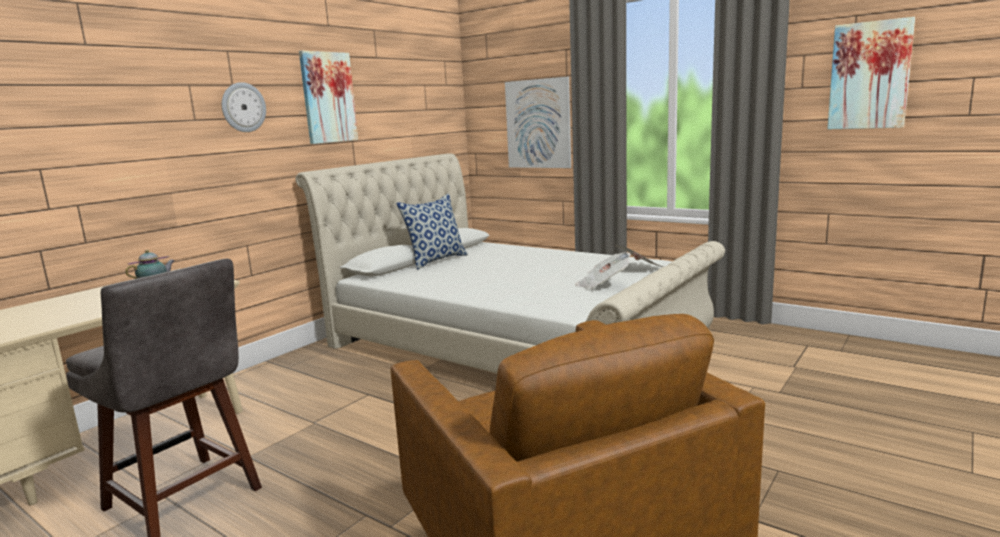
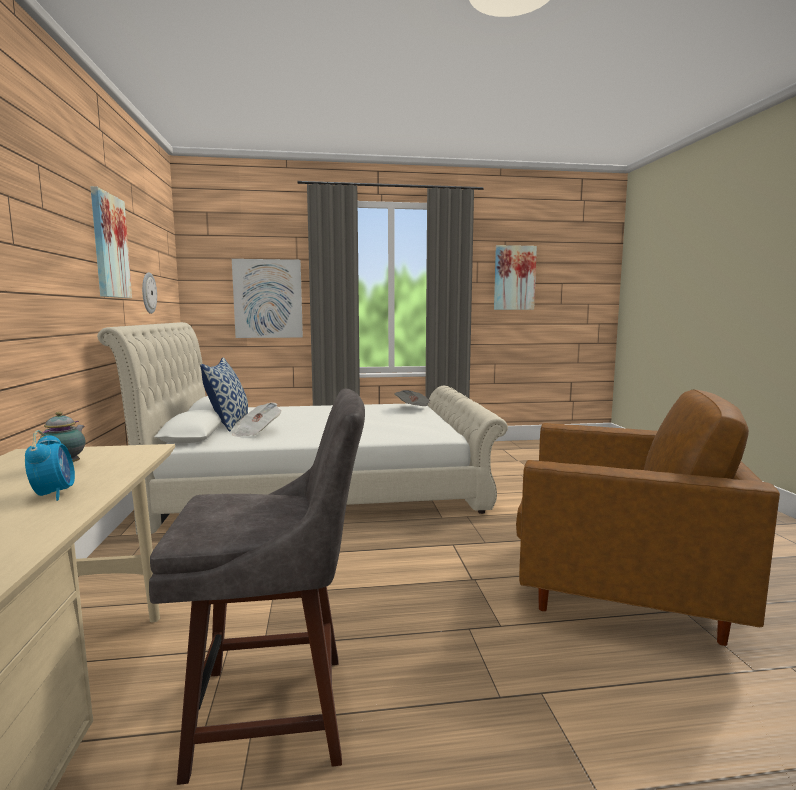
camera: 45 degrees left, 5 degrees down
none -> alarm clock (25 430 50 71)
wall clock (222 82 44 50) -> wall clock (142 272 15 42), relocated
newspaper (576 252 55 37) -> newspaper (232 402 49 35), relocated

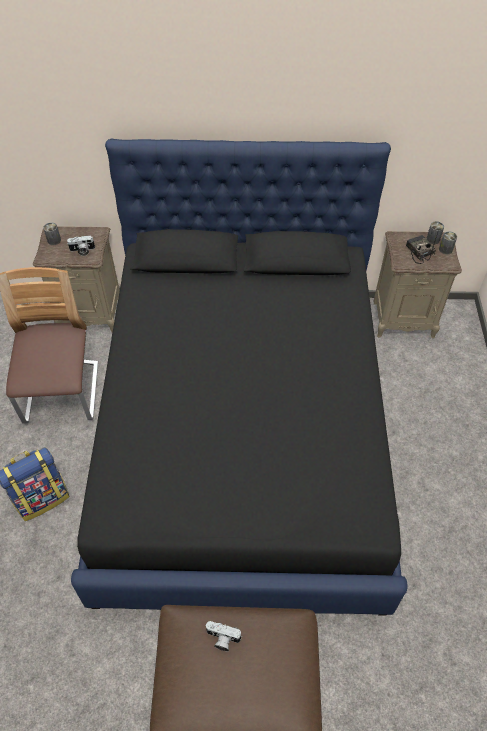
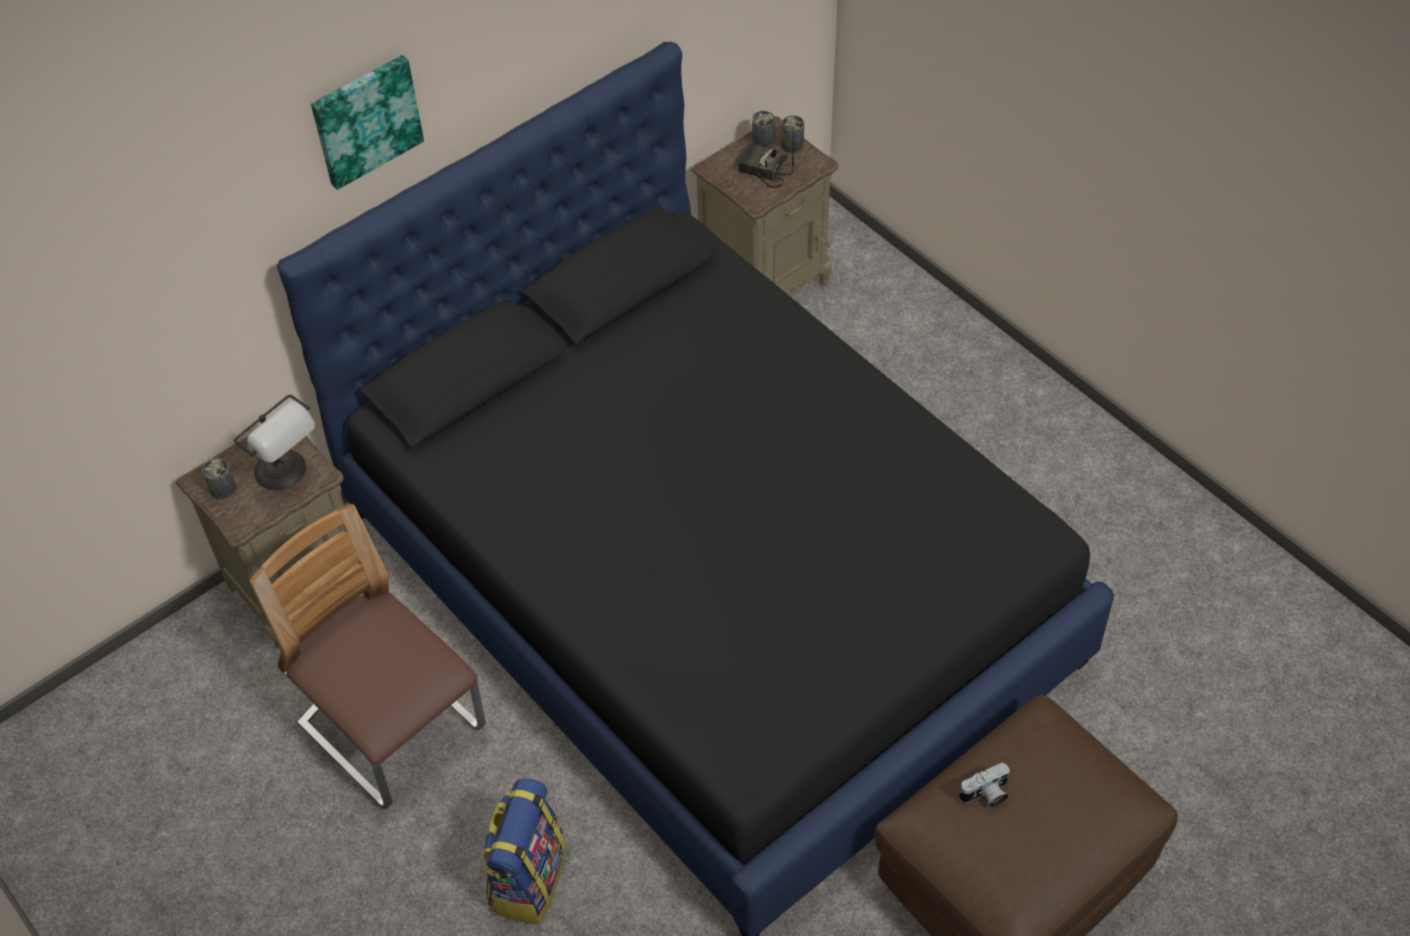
camera: 40 degrees left, 0 degrees up
photo camera (67 235 28 21) -> table lamp (234 395 81 95)
none -> picture (311 55 113 135)

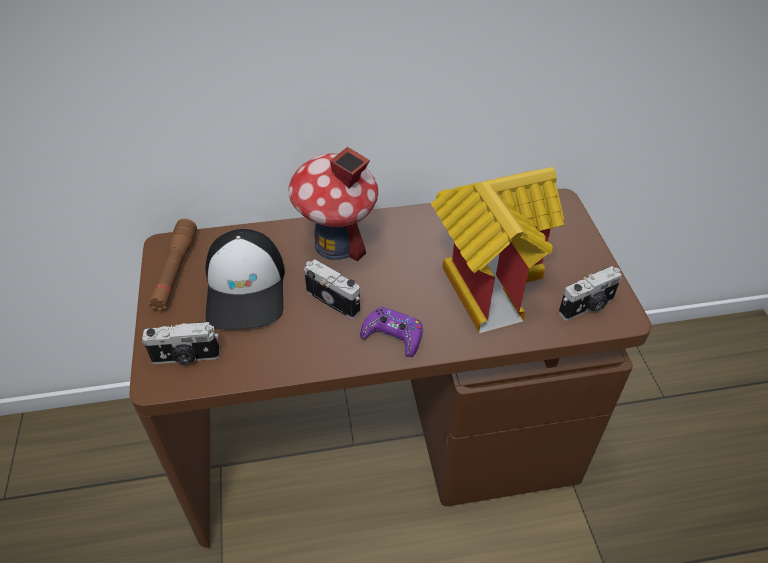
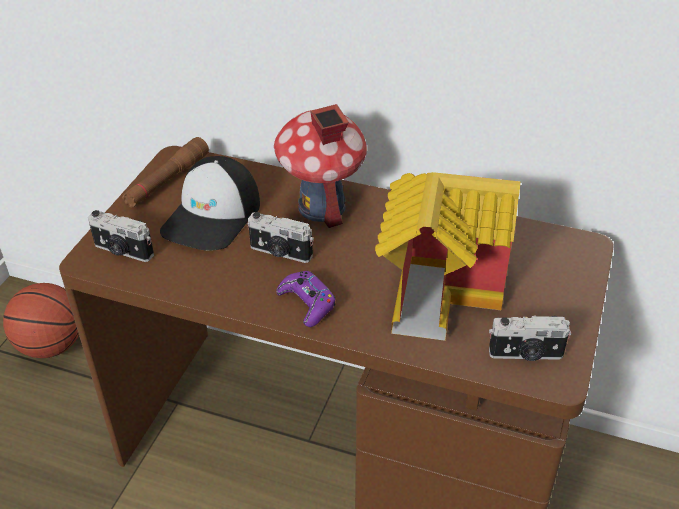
camera: 30 degrees right, 5 degrees down
none -> basketball (3 283 76 75)
photo camera (304 259 56 60) -> photo camera (248 212 66 51), 135 degrees clockwise

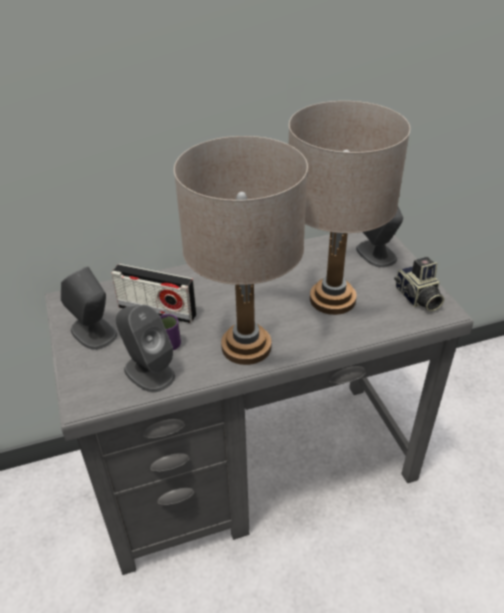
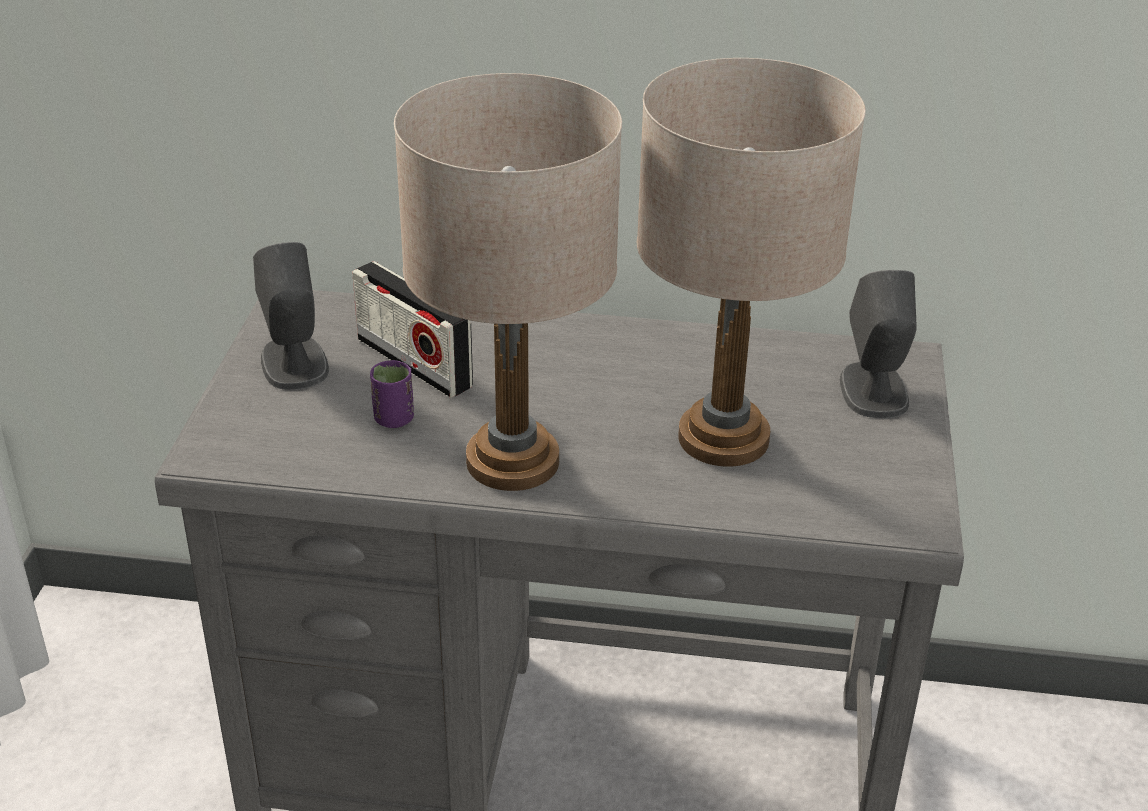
camera: 25 degrees right, 5 degrees down
grey speaker (116 305 59 87) -> none
photo camera (394 257 50 54) -> none

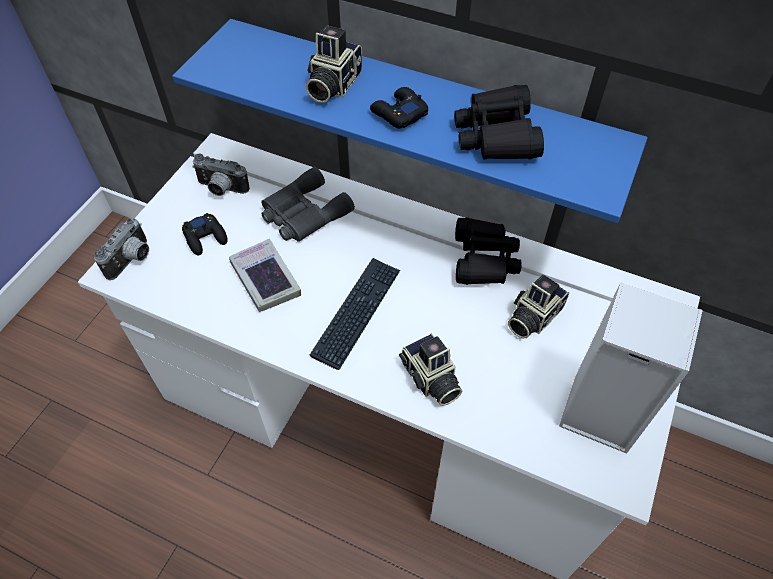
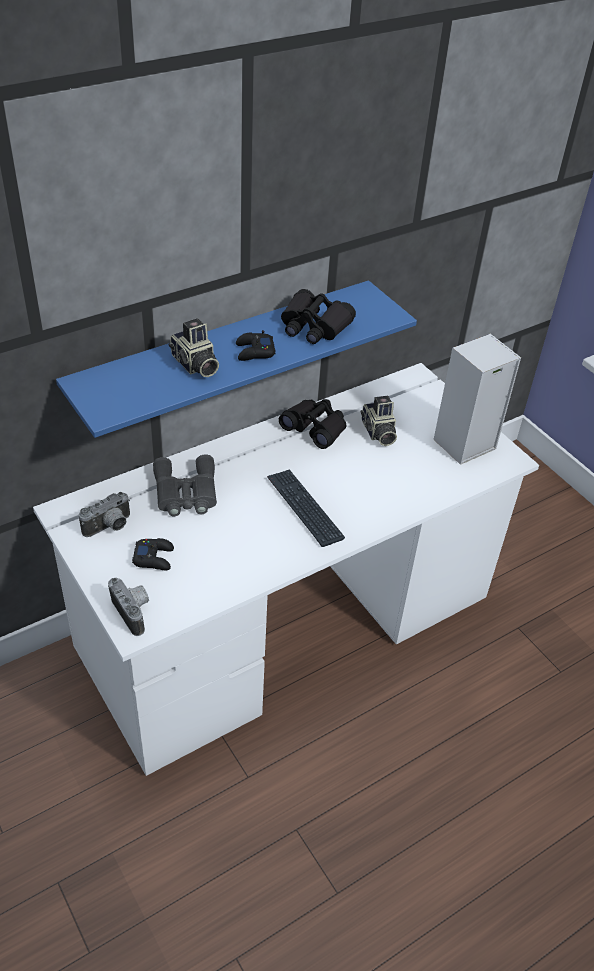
camera: 60 degrees left, 10 degrees down
book (229 239 72 73) -> none
photo camera (399 334 63 72) -> none

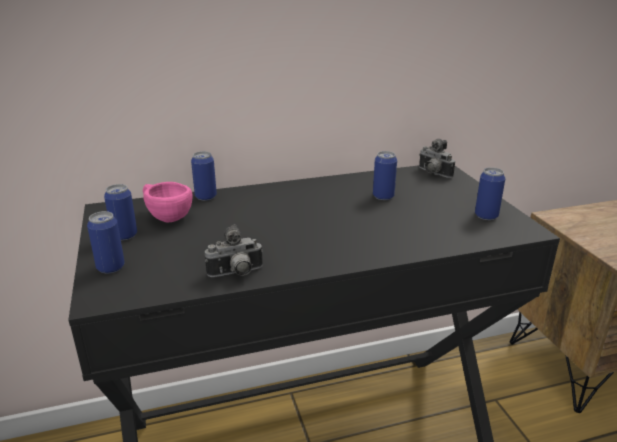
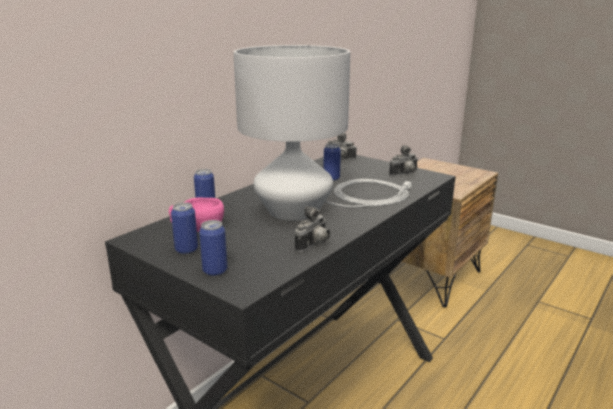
camera: 35 degrees left, 5 degrees down
none -> white table lamp (234 45 178 176)
can (475 167 30 53) -> photo camera (389 145 29 31)

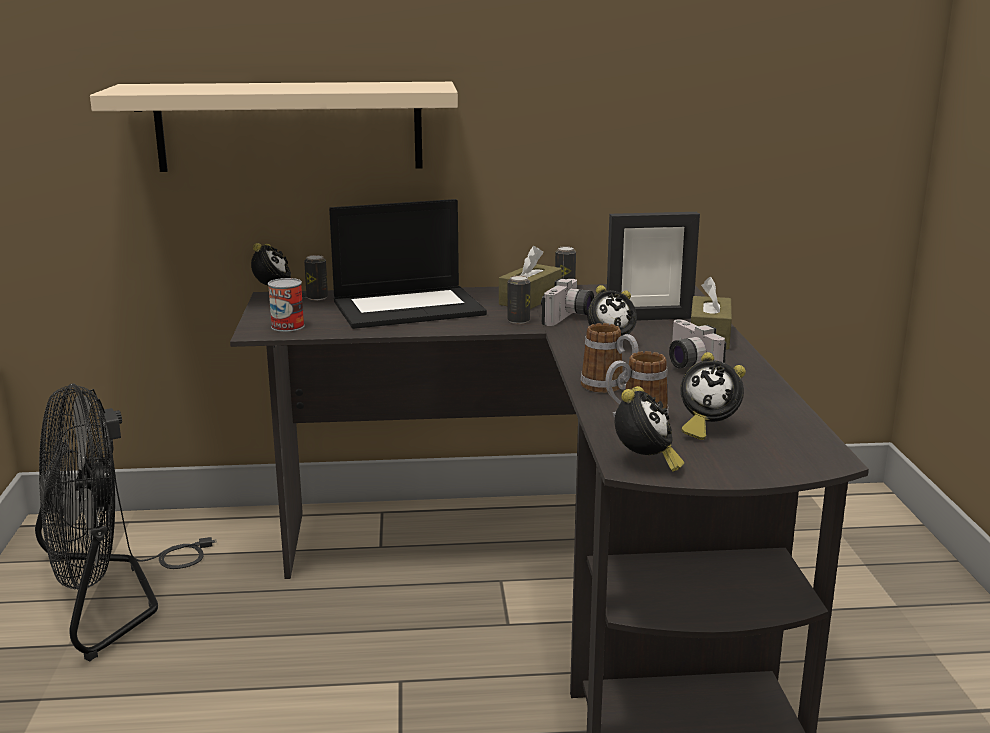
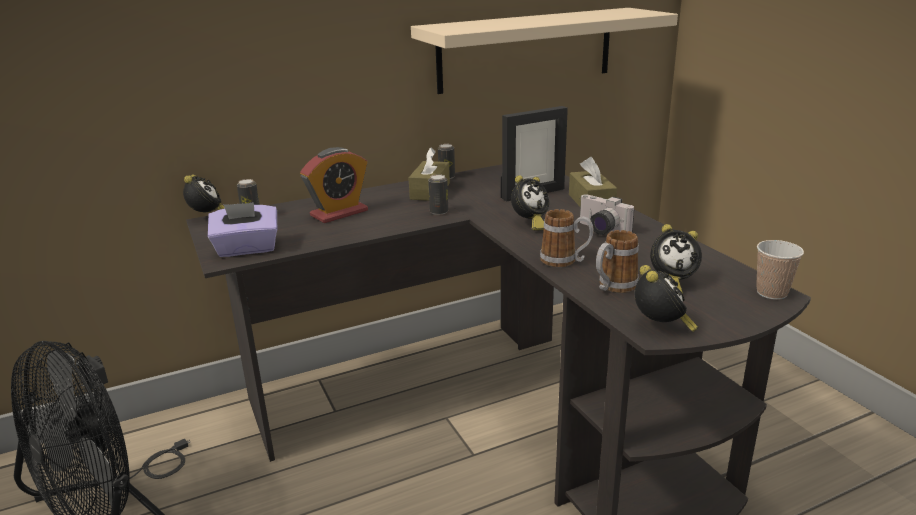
camera: 20 degrees left, 5 degrees up
can (268 278 36 54) -> purple tissue box (208 202 69 55)
laptop (329 199 158 130) -> alarm clock (300 147 68 76)
beige shelf (90 82 368 90) -> beige shelf (411 8 267 86), relocated
none -> cup (756 240 48 60)
photo camera (541 278 53 48) -> none

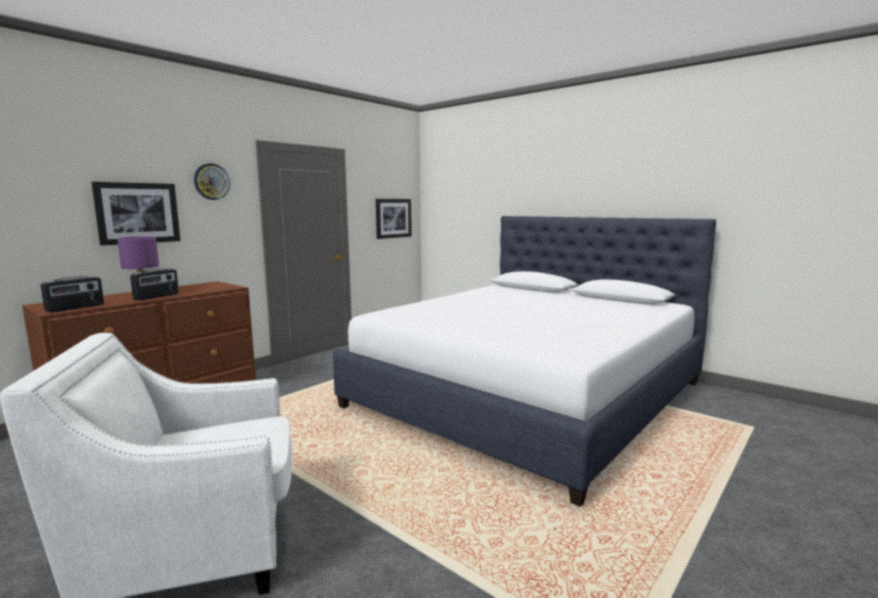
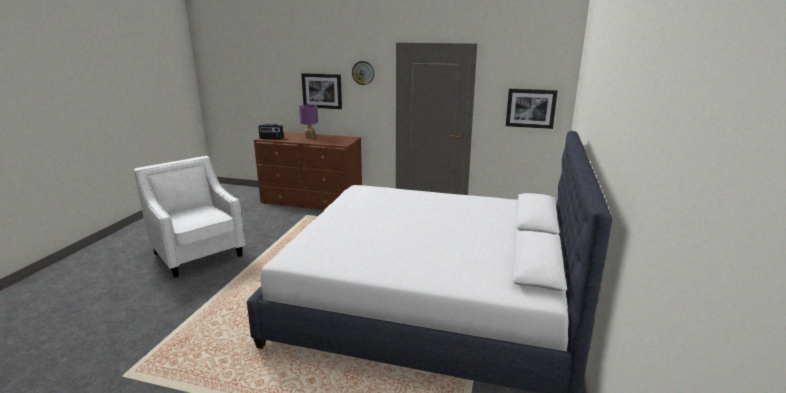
camera: 65 degrees right, 10 degrees up
radio (130 269 49 31) -> none

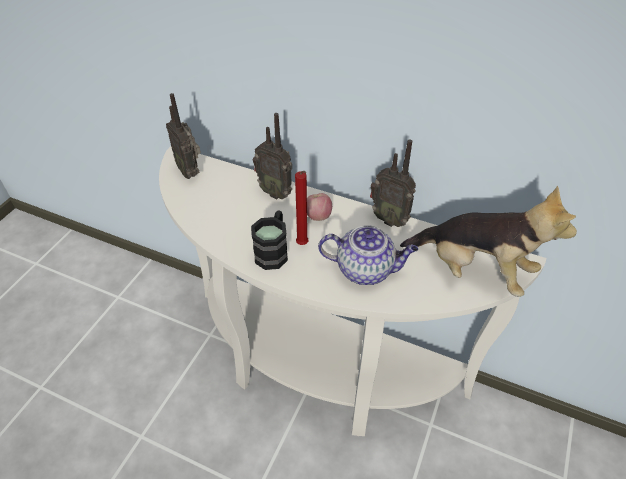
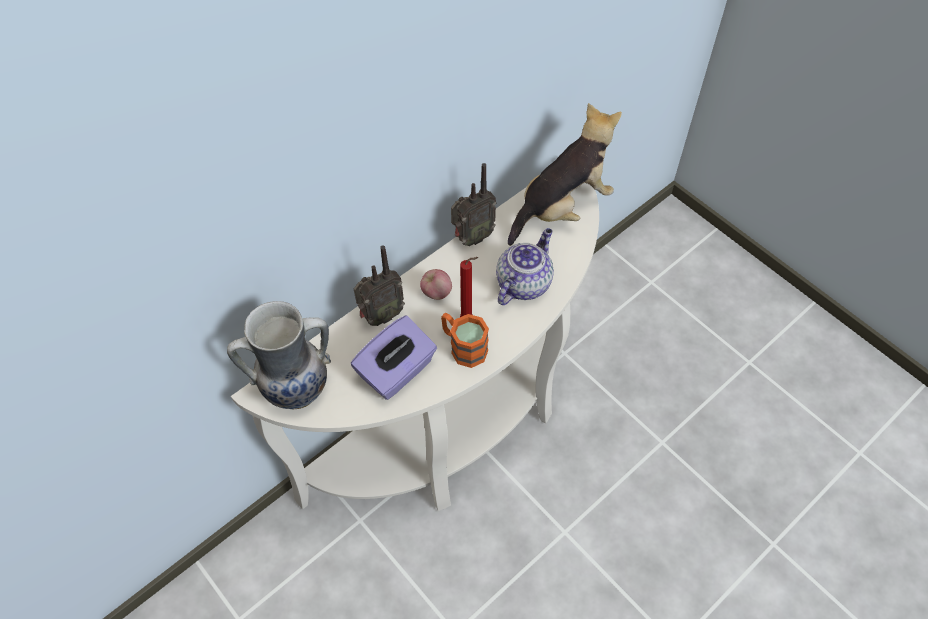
camera: 65 degrees left, 10 degrees up
radio (166 93 35 86) -> vase (227 301 104 108)
none -> purple tissue box (351 315 86 85)
black mug (251 211 37 59) -> orange mug (441 313 48 55)

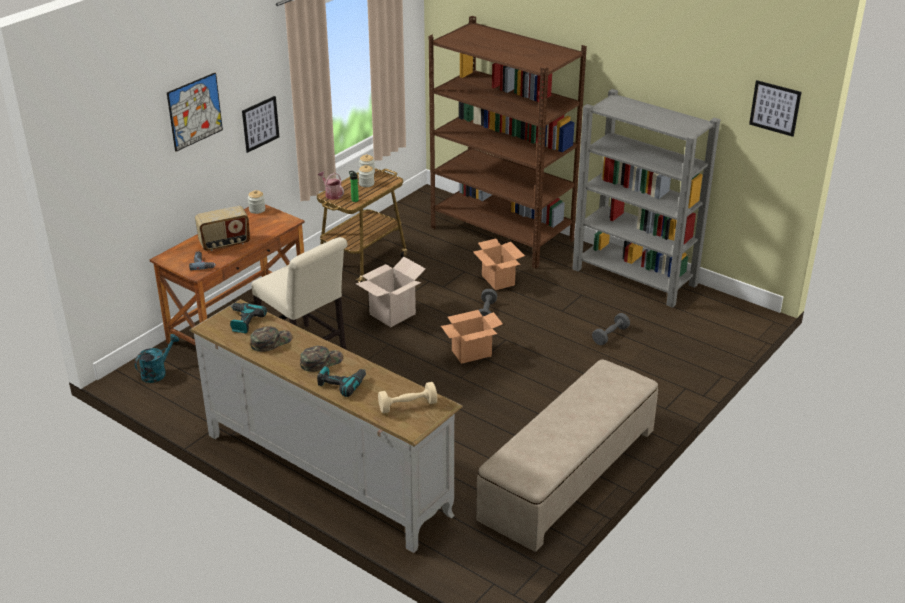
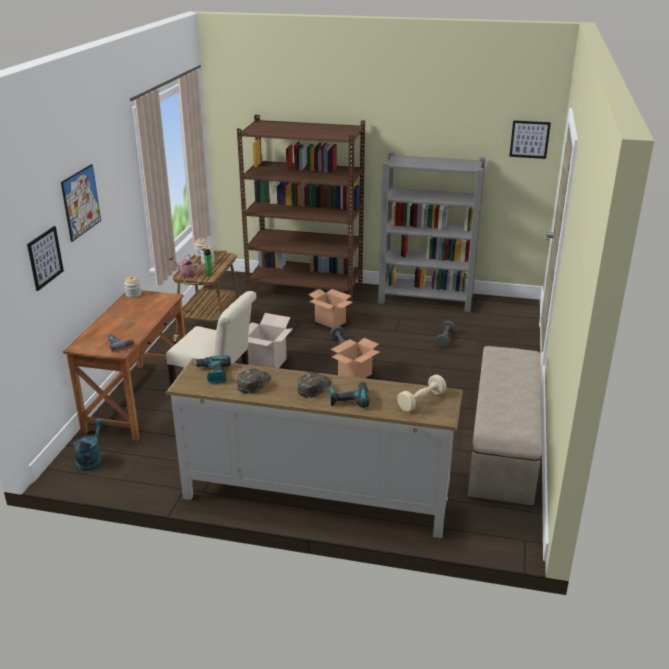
camera: 25 degrees left, 5 degrees down
picture (242 96 37 57) -> picture (27 226 37 65), relocated
radio (195 206 55 45) -> none

